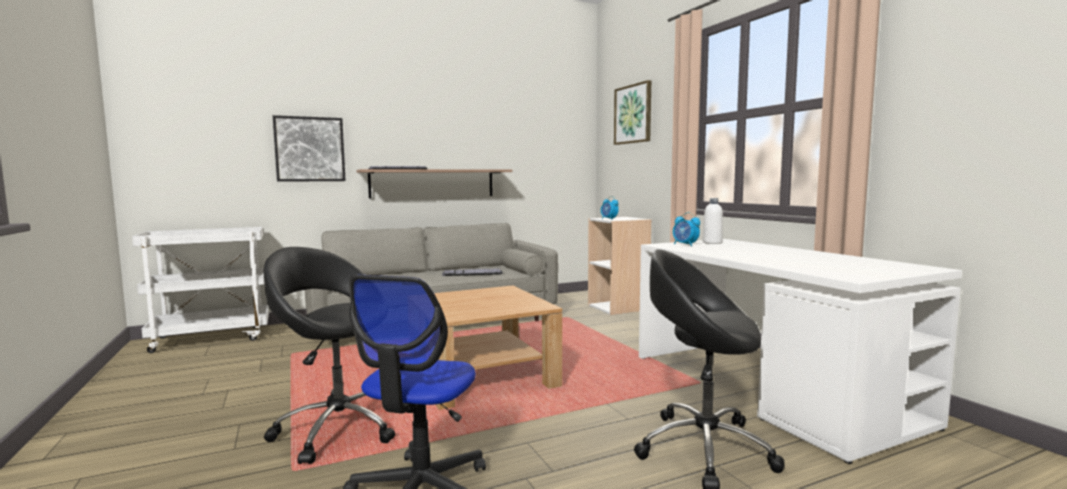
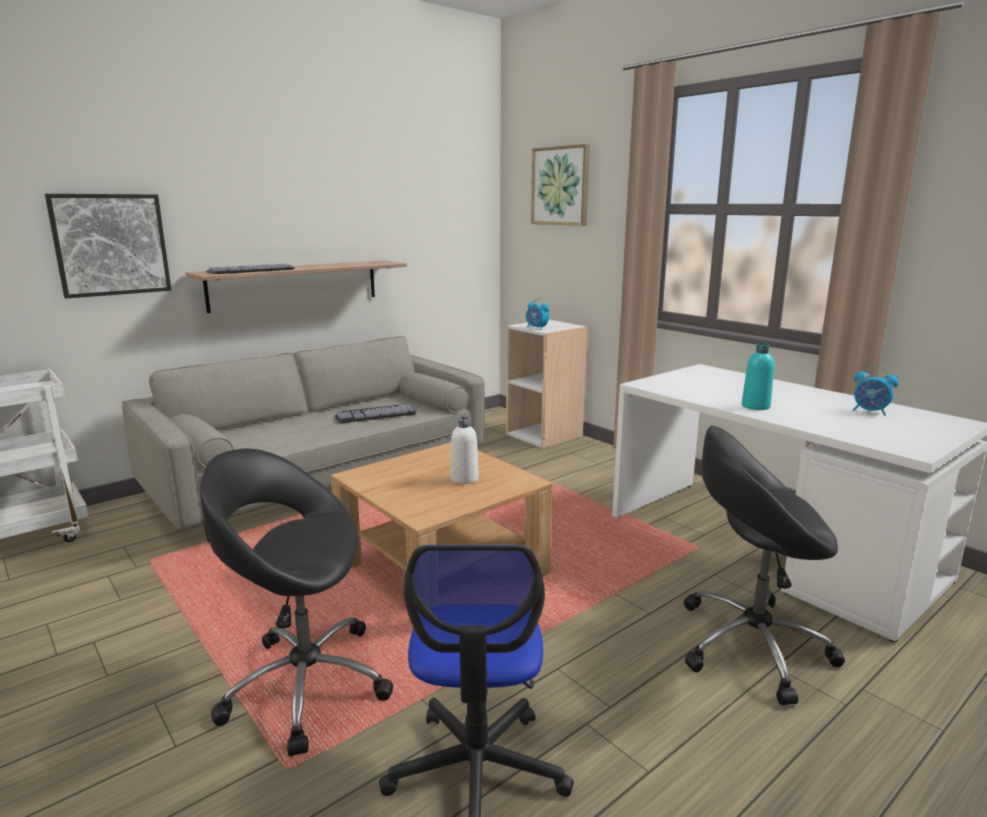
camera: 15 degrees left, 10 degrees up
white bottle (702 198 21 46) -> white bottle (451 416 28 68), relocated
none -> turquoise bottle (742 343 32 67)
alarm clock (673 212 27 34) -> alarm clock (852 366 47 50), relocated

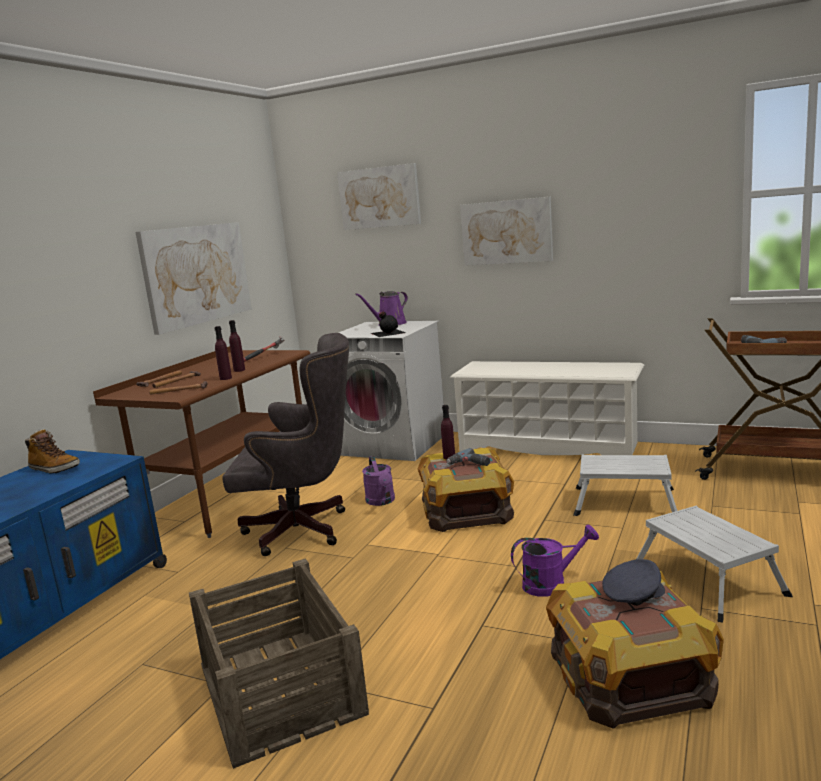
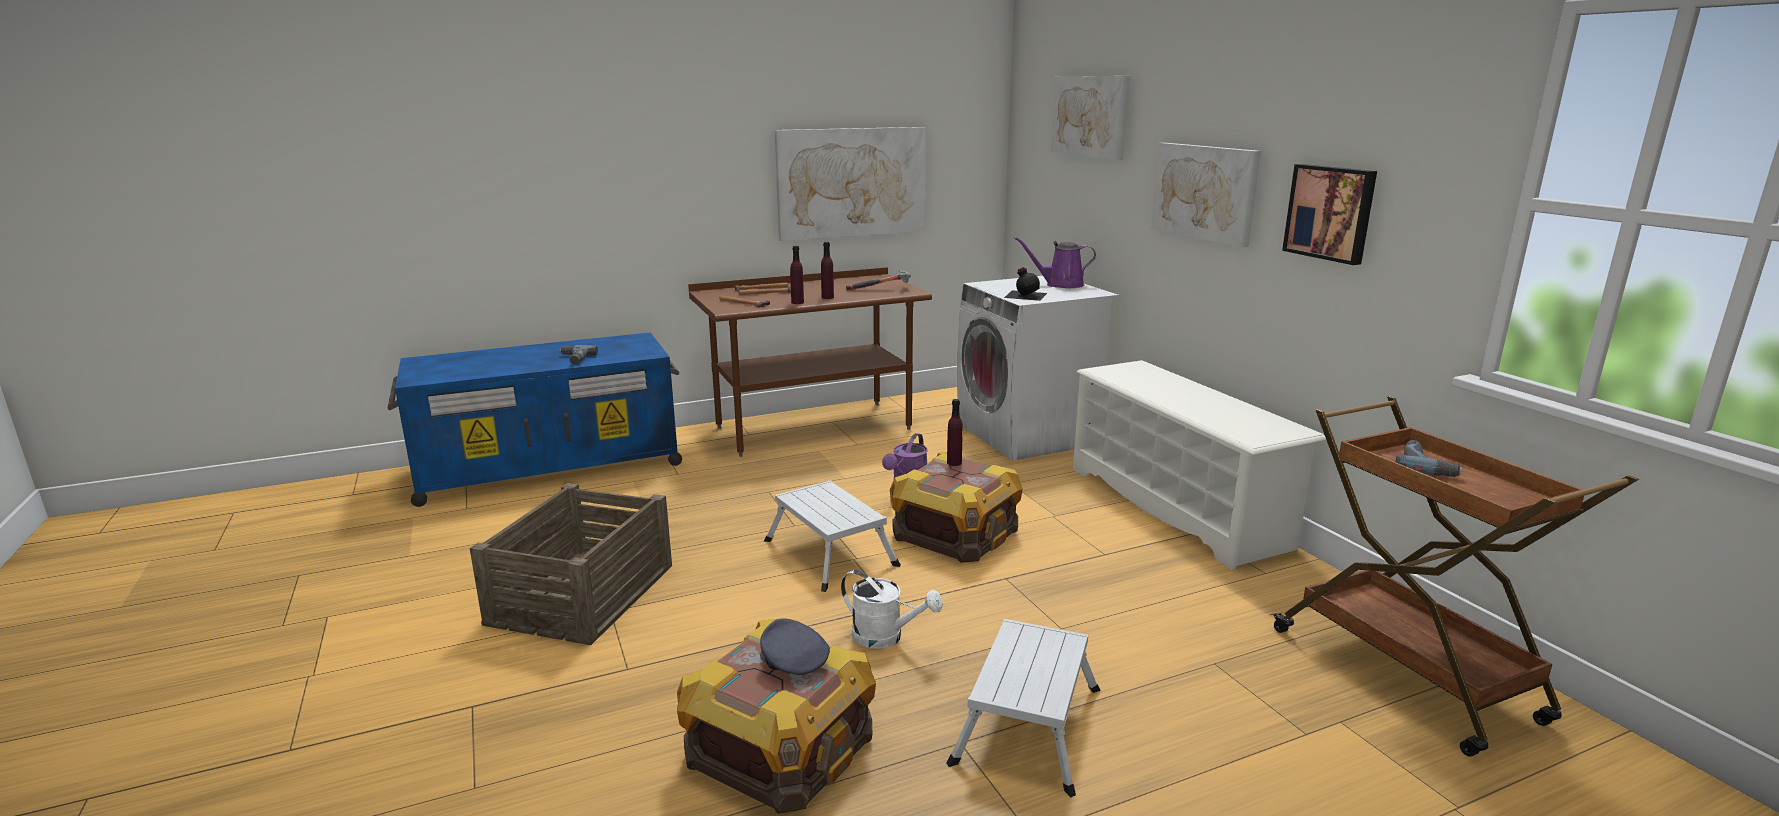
camera: 40 degrees right, 5 degrees up
power drill (447 448 43 18) -> power drill (560 345 38 20), relocated
grey cap (602 559 63 47) -> grey cap (760 618 70 57), 150 degrees counterclockwise
white step ladder (573 454 104 62) -> white step ladder (764 480 137 112), relocated
purple watering can (511 525 88 72) -> white watering can (841 570 102 79)
none -> picture (1282 164 95 101)
boot (25 429 55 45) -> none
grey office chair (222 333 127 223) -> none

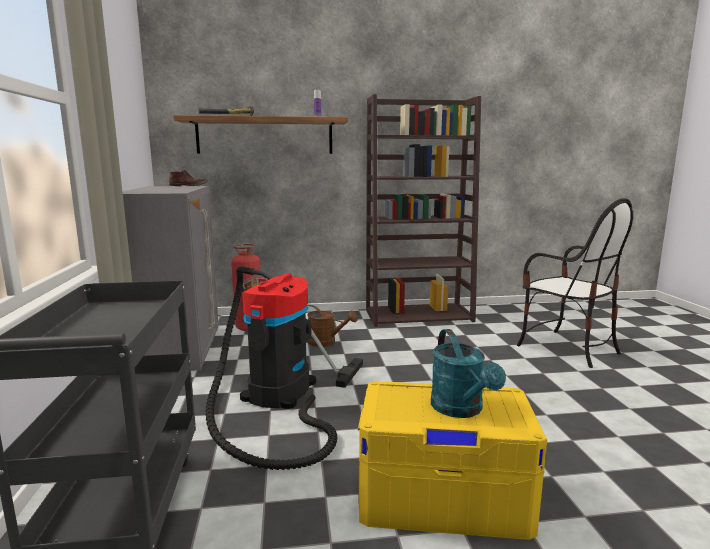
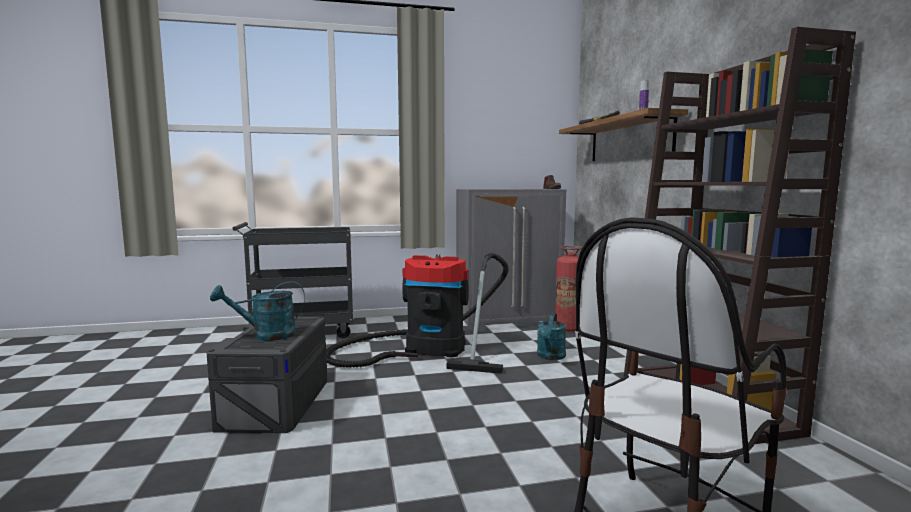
camera: 85 degrees right, 5 degrees down
yellow storage box (358 381 189 159) -> grey storage box (206 316 121 117)
brown watering can (307 305 51 42) -> turquoise watering can (537 313 29 47)

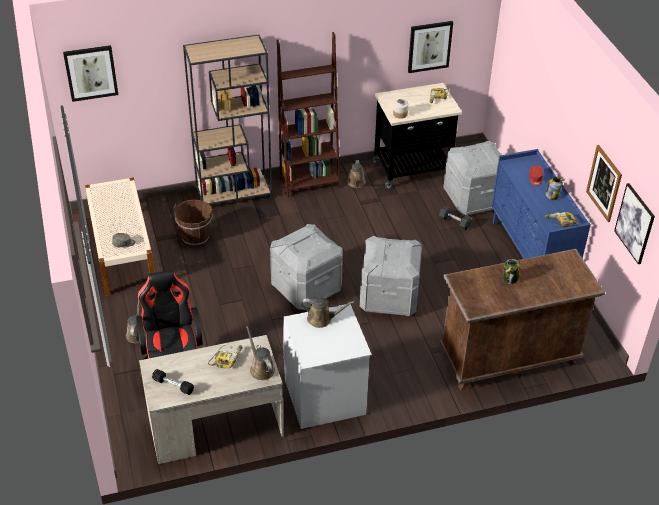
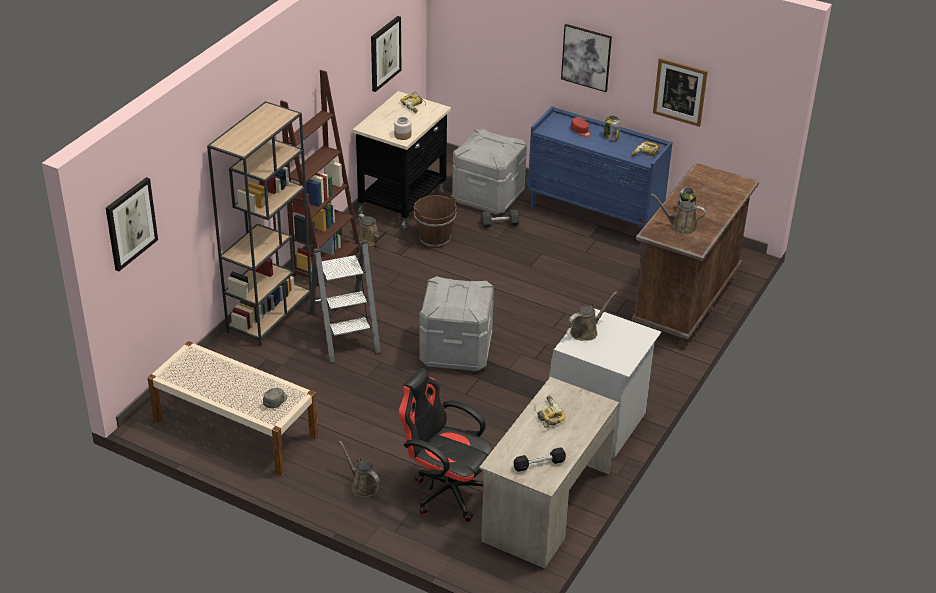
camera: 45 degrees left, 5 degrees down
none -> grey step ladder (308 239 73 125)
brown bucket (173 200 40 46) -> brown bucket (413 195 44 53), relocated
picture (614 183 41 81) -> picture (561 24 51 68), relocated
brown watering can (246 326 29 54) -> brown watering can (652 194 54 40), relocated
grey storage box (360 236 62 80) -> none

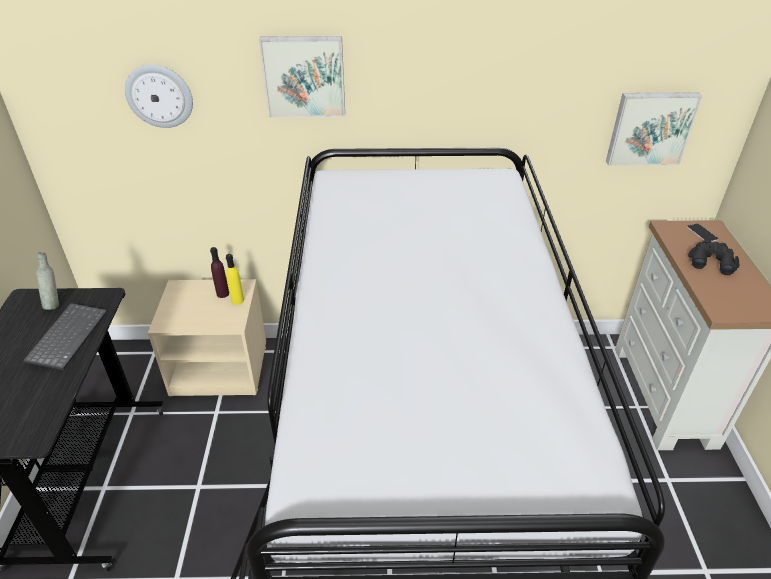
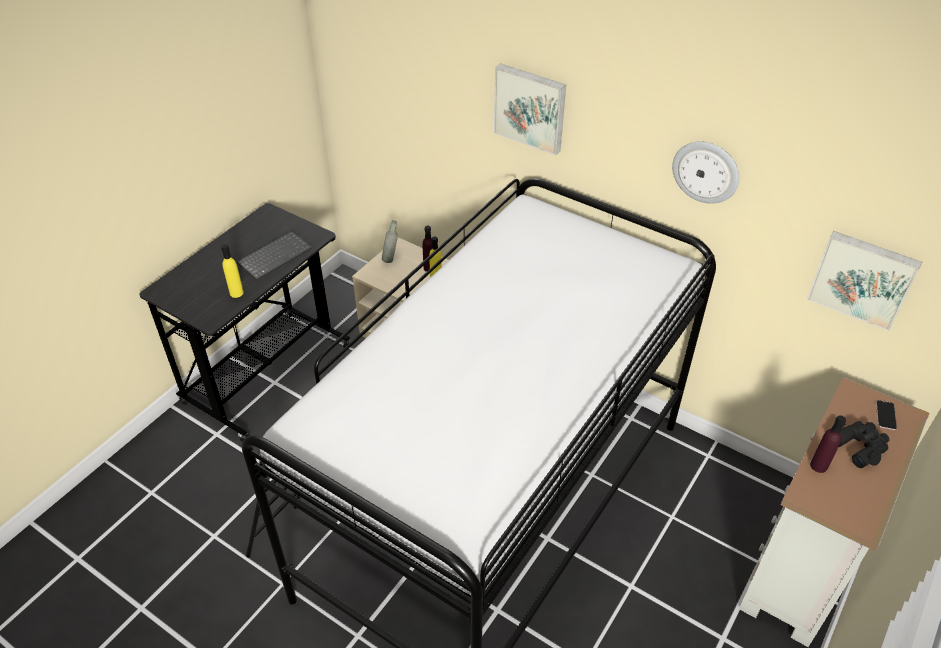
camera: 35 degrees right, 5 degrees up
none -> yellow bottle (221 244 23 54)
grey bottle (36 252 23 58) -> grey bottle (382 220 16 43), relocated
wall clock (125 65 68 63) -> wall clock (672 141 67 63), relocated
none -> purple bottle (810 415 36 58)

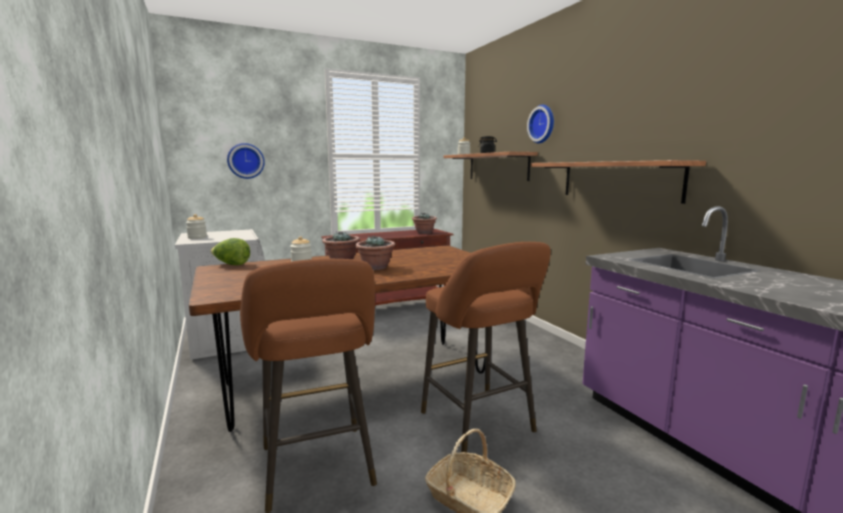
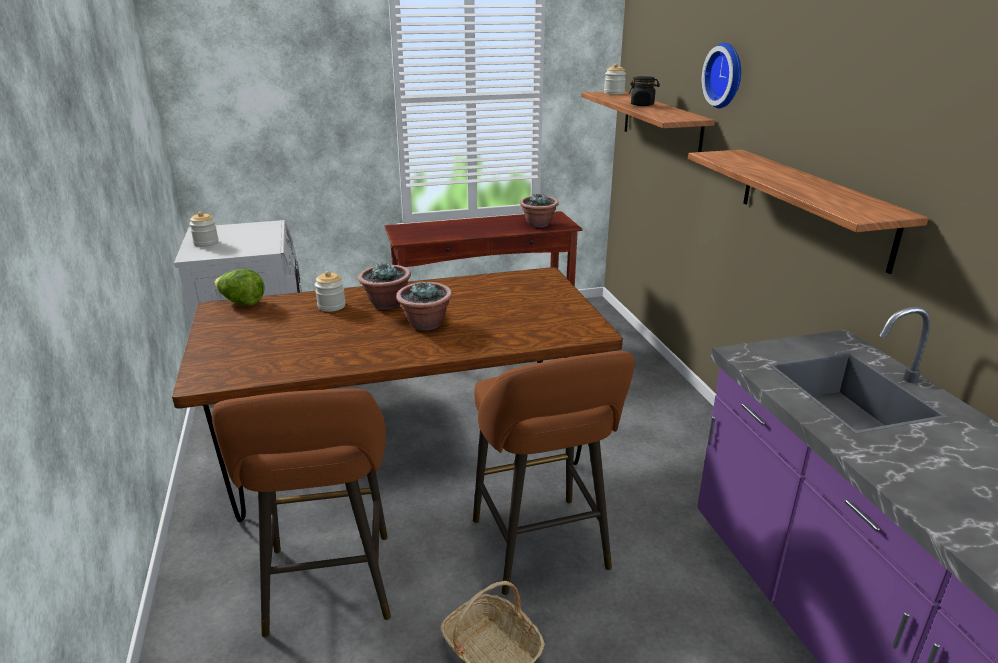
camera: 10 degrees right, 15 degrees up
wall clock (227 143 38 36) -> none

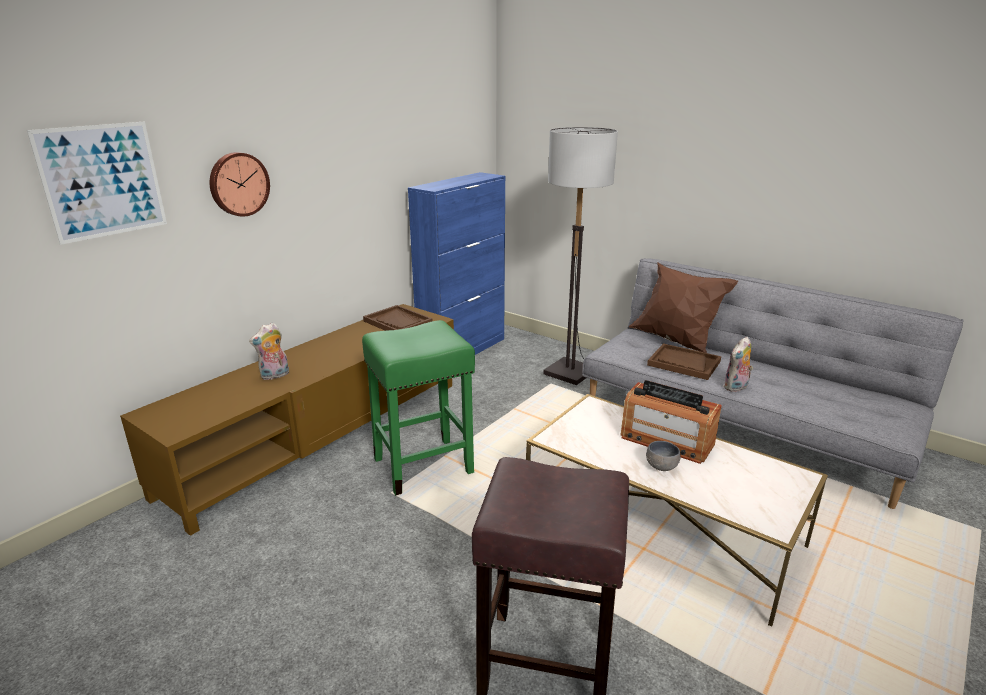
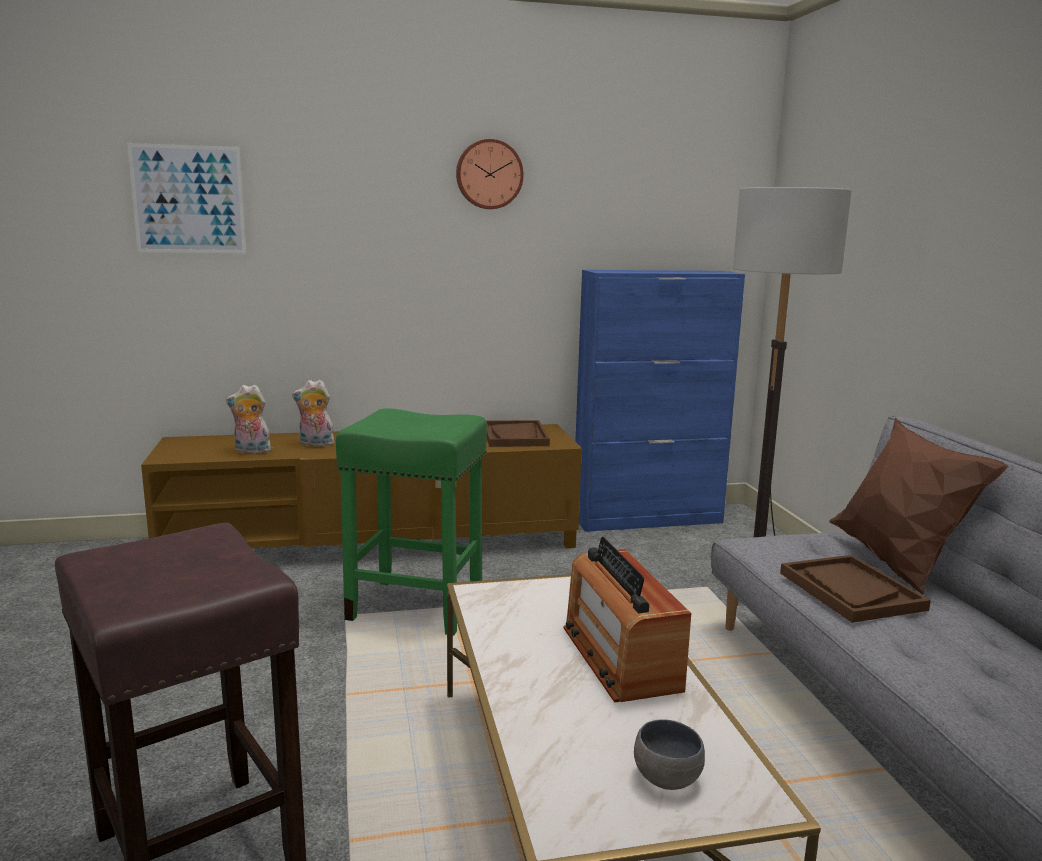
camera: 40 degrees right, 10 degrees down
plush toy (723 337 30 55) -> plush toy (226 385 45 69), relocated
wall clock (210 152 60 65) -> wall clock (456 139 68 70), relocated
grey bowl (646 441 35 30) -> grey bowl (634 719 71 71), relocated

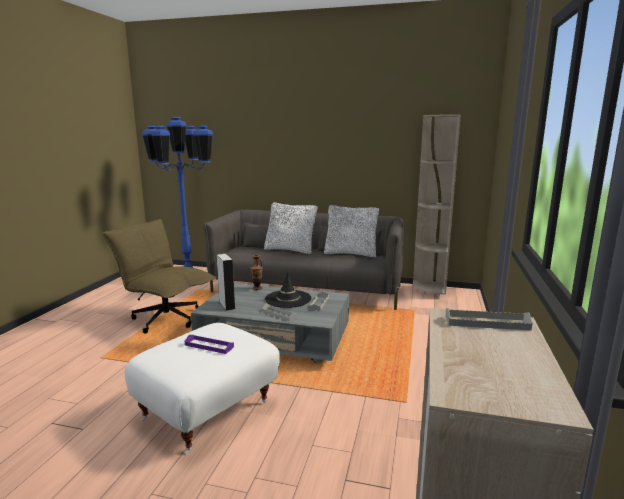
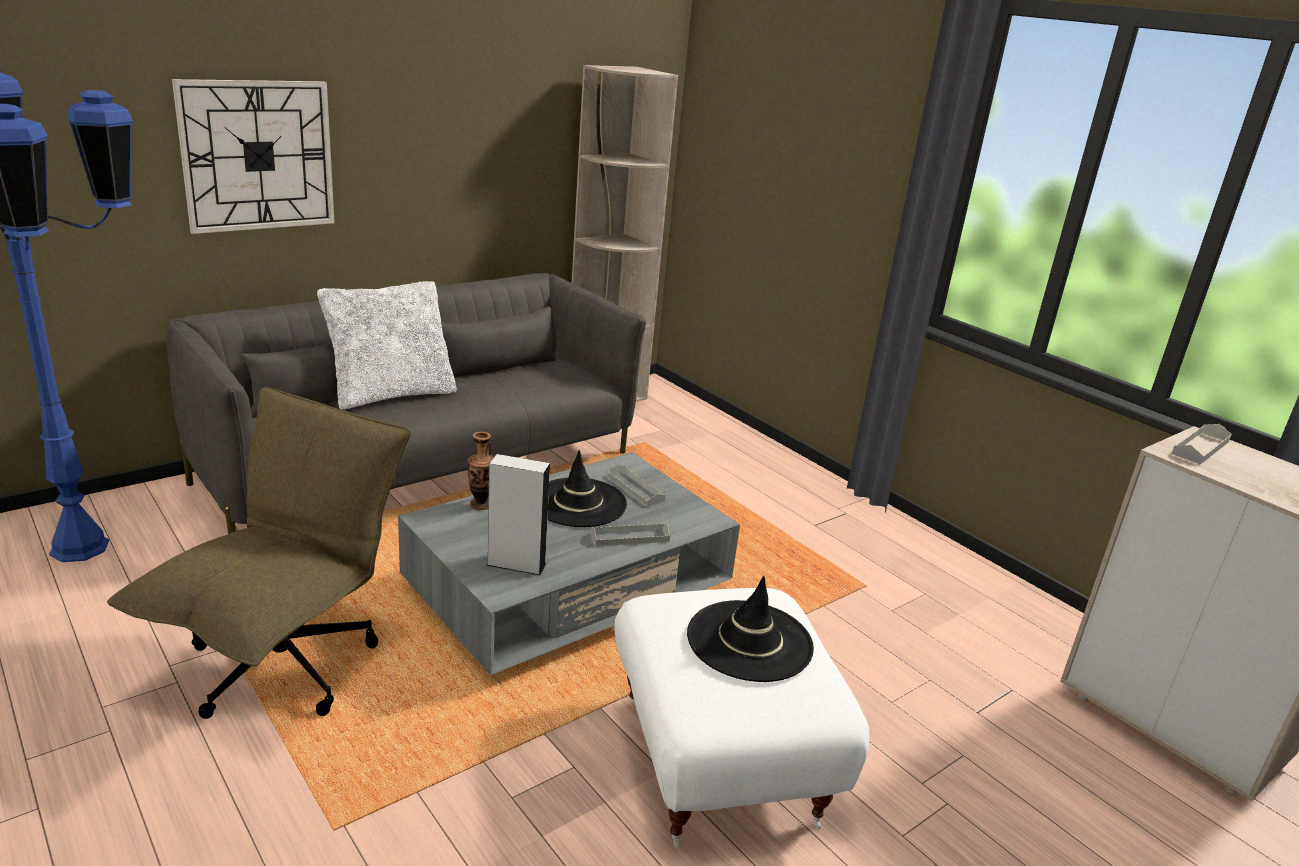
camera: 55 degrees left, 10 degrees up
beige office chair (102 219 115 114) -> beige office chair (107 387 304 332), 135 degrees clockwise
none -> wall clock (172 79 163 155)
purple tray (185 335 49 19) -> black hat (687 576 127 106)
white pillow (324 205 55 52) -> none

